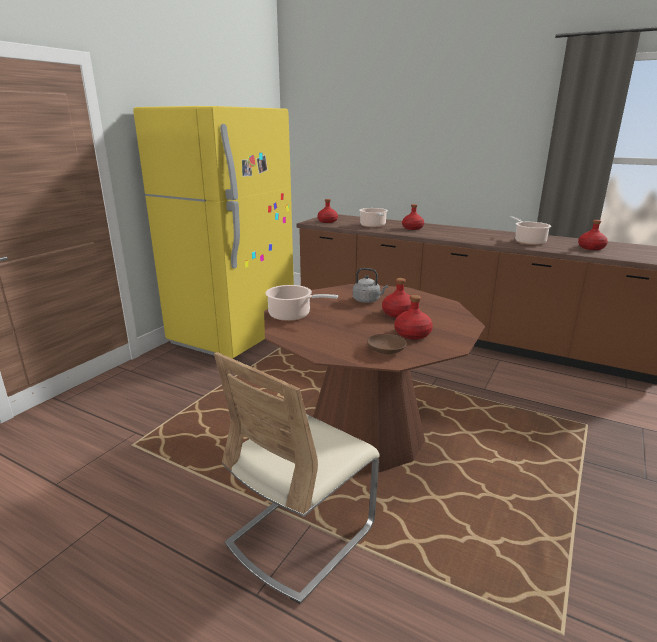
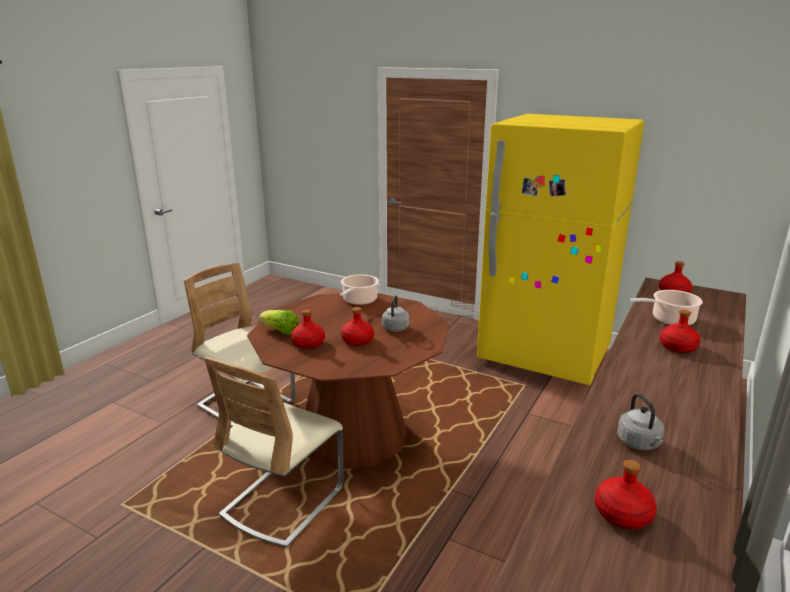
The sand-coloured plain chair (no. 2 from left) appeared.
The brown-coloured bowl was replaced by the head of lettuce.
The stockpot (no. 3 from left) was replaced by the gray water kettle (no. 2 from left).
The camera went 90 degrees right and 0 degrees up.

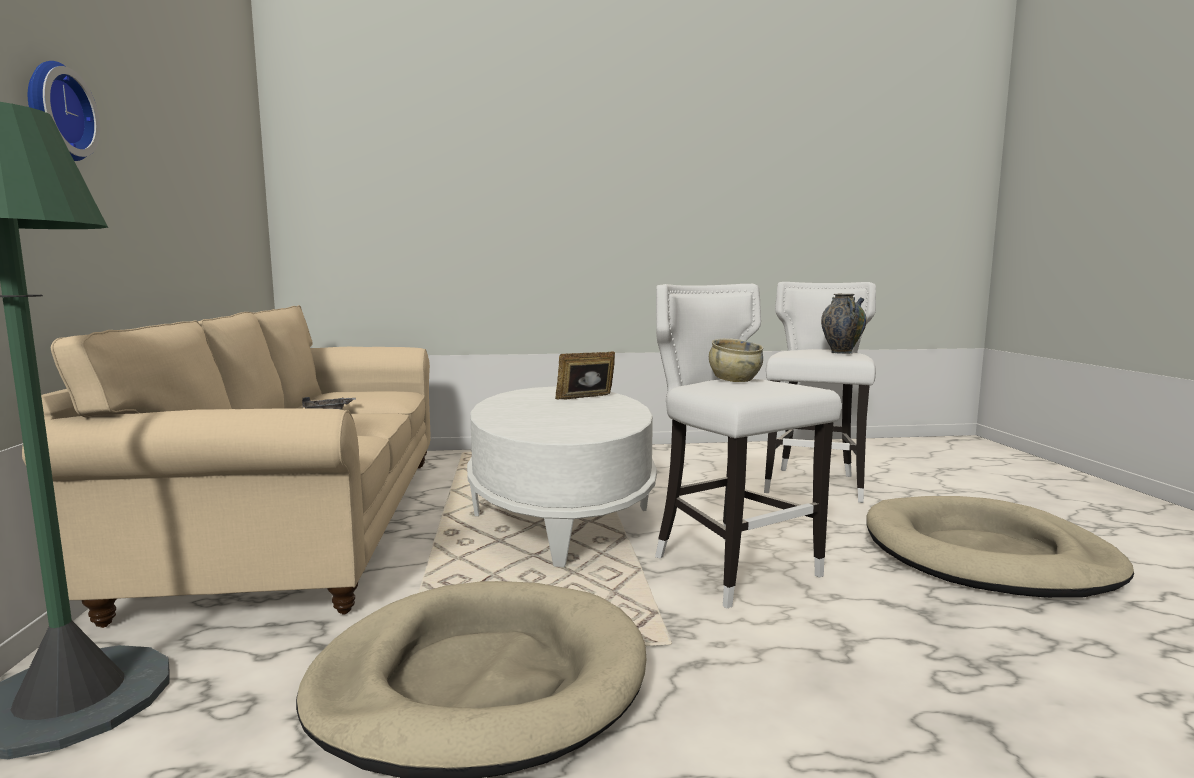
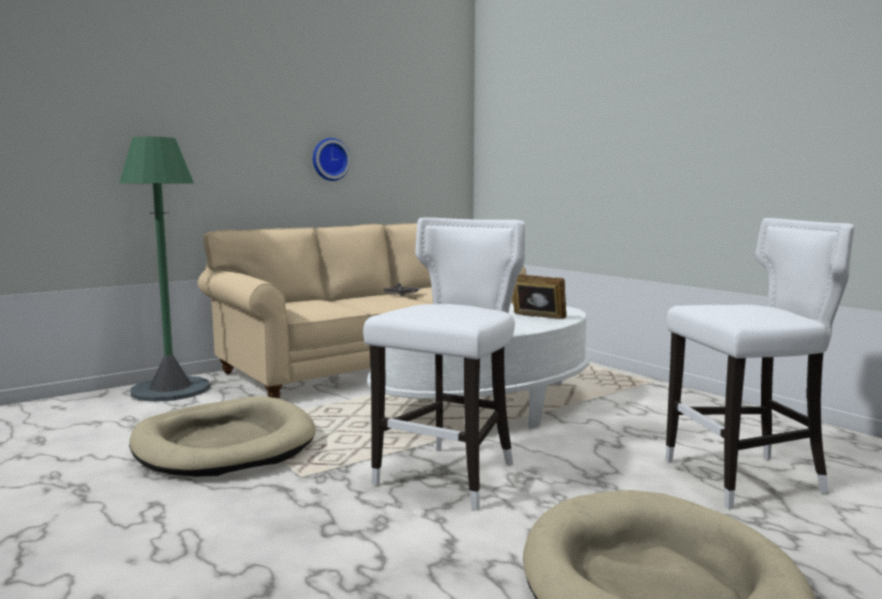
The sand-coloured bowl disappeared.
The decorative vase disappeared.
The wall clock moved.
The camera went 60 degrees right and 0 degrees up.

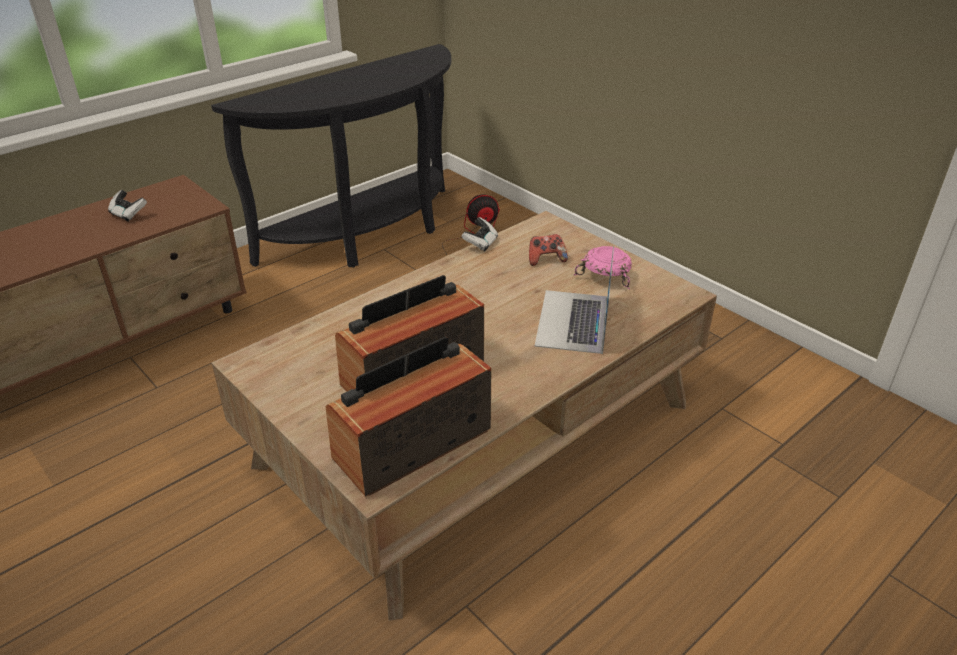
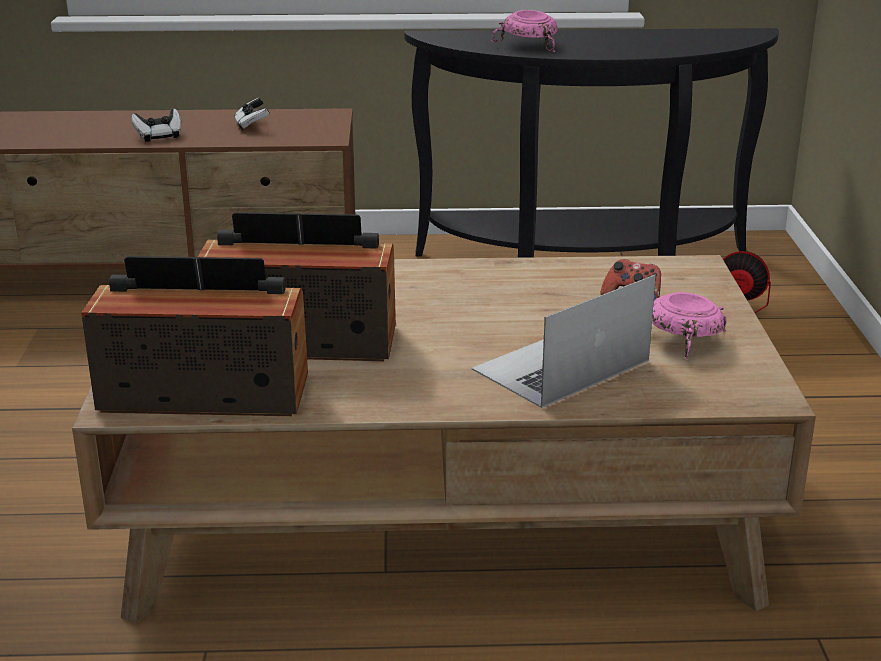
The pinkish bowl (no. 1 from left) appeared.
The game controller (no. 2 from left in the first image) moved.
The camera went 40 degrees right and 10 degrees down.

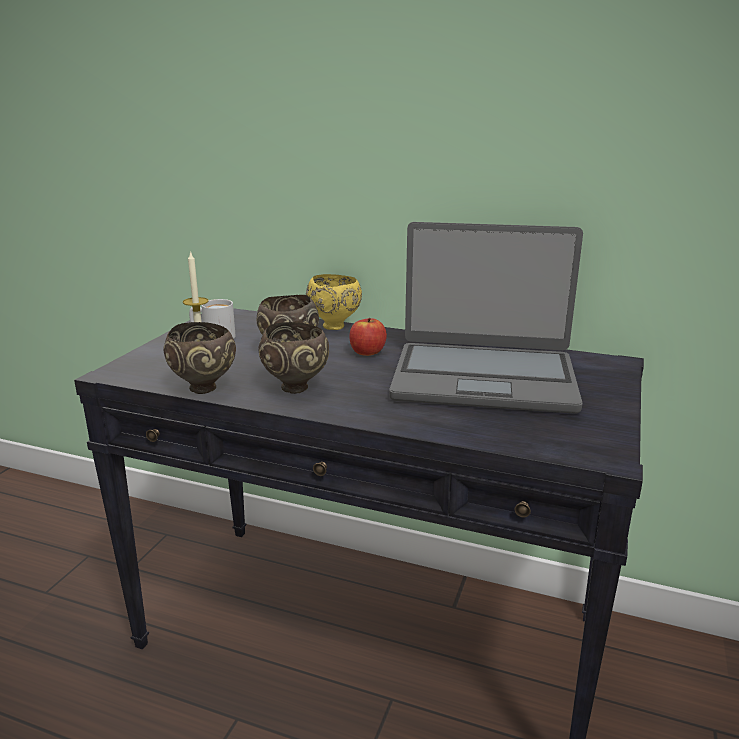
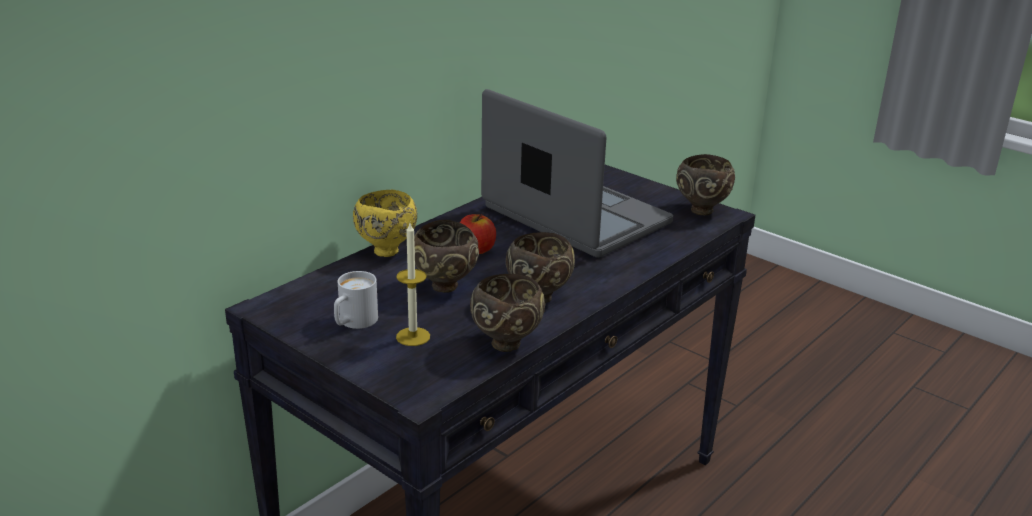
The brown-coloured bowl (no. 4 from left) appeared.
The notebook computer turned 75 degrees counterclockwise.
The camera went 70 degrees left and 5 degrees up.

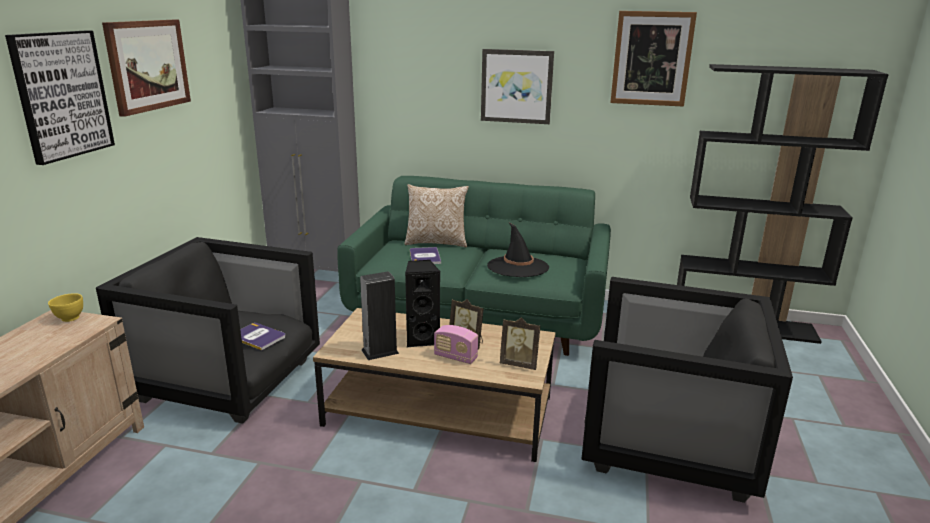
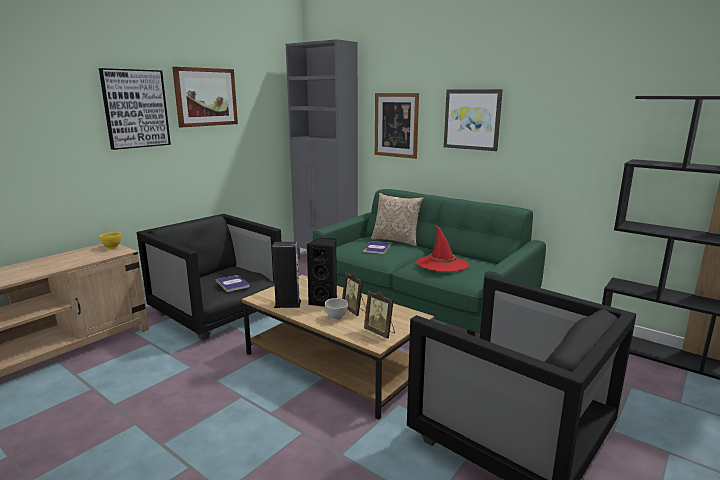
The wall art (no. 4 from left in the first image) moved.
The radio receiver was replaced by the white bowl.
The black-coloured wearable hat became the red-coloured wearable hat.
The camera went 25 degrees right and 5 degrees down.

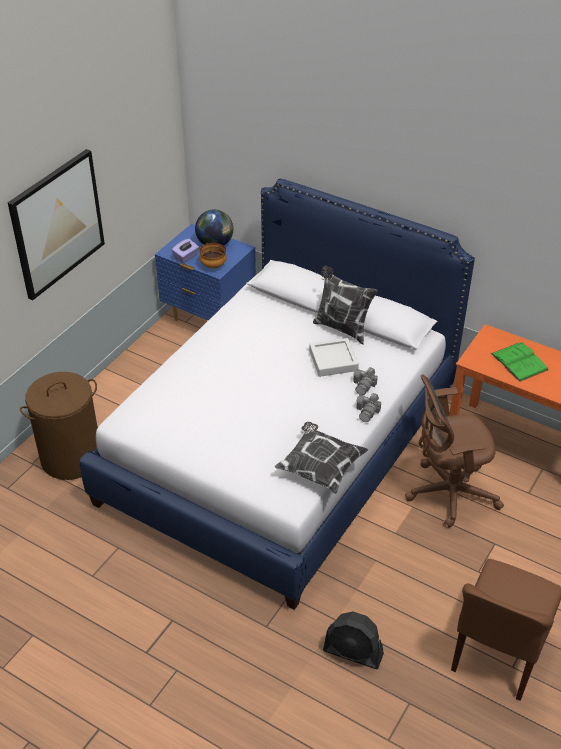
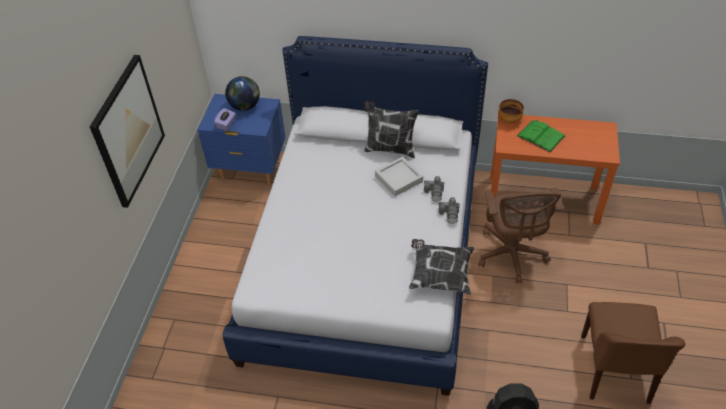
The brown-coloured laundry basket disappeared.
The bowl moved.
The brown-coloured computer chair turned 60 degrees counterclockwise.
The camera went 20 degrees left and 5 degrees up.

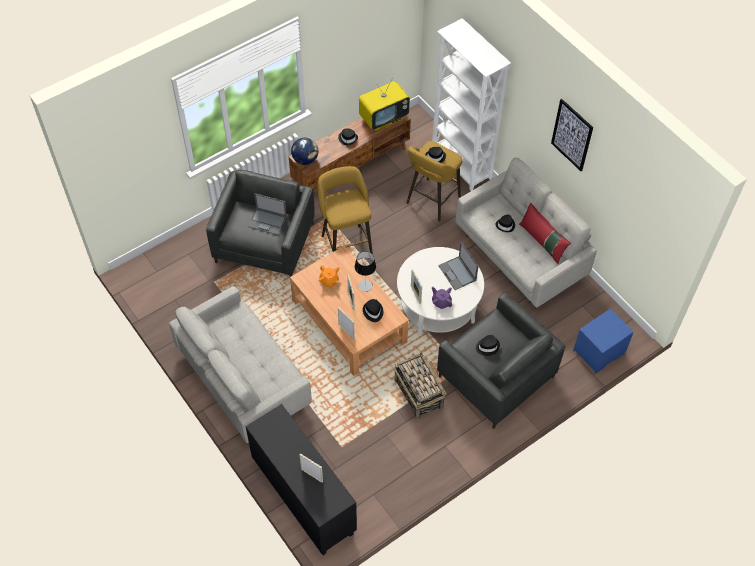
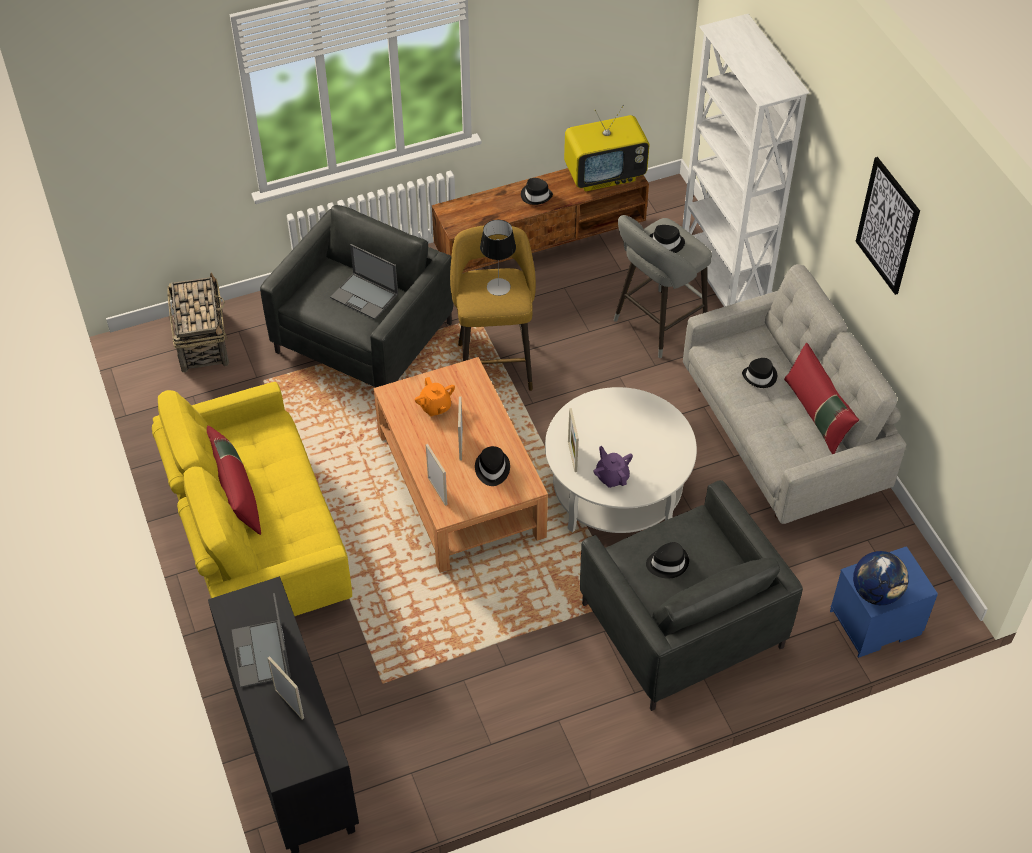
The red-coloured pillow (no. 1 from left) appeared.
The globe moved.
The table lamp moved.
The storage basket moved.
The notebook computer (no. 2 from left in the first image) moved.
The gray sofa (no. 1 from left) became the yellow sofa.
The yellow sitting stool (no. 2 from left) became the gray sitting stool.
The camera went 15 degrees right and 5 degrees down.

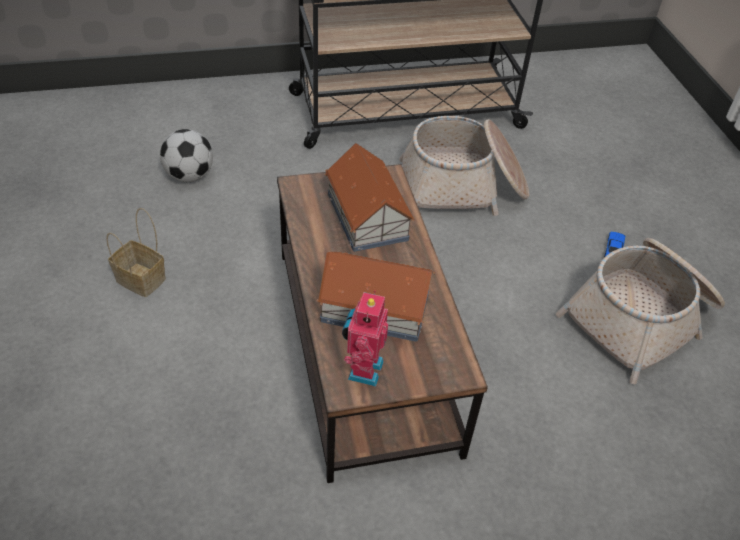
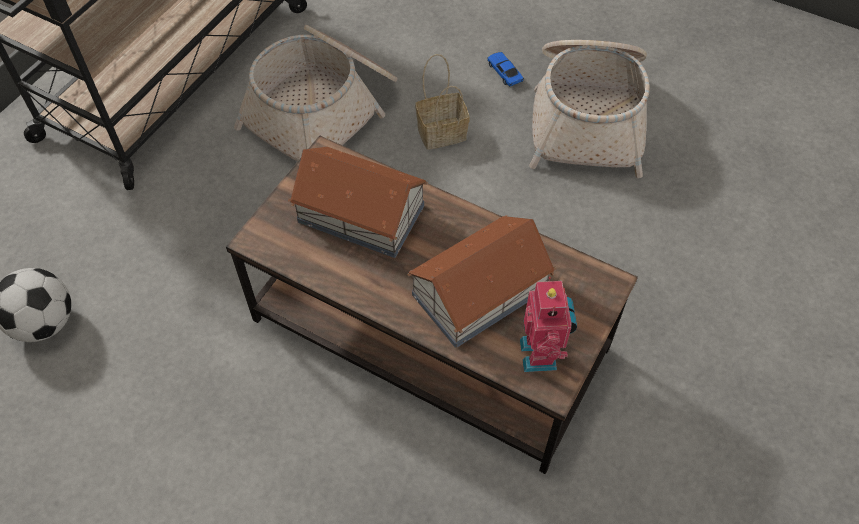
The storage basket (no. 1 from left in the first image) moved.
The toy robot turned 150 degrees counterclockwise.
The camera went 45 degrees left and 10 degrees up.

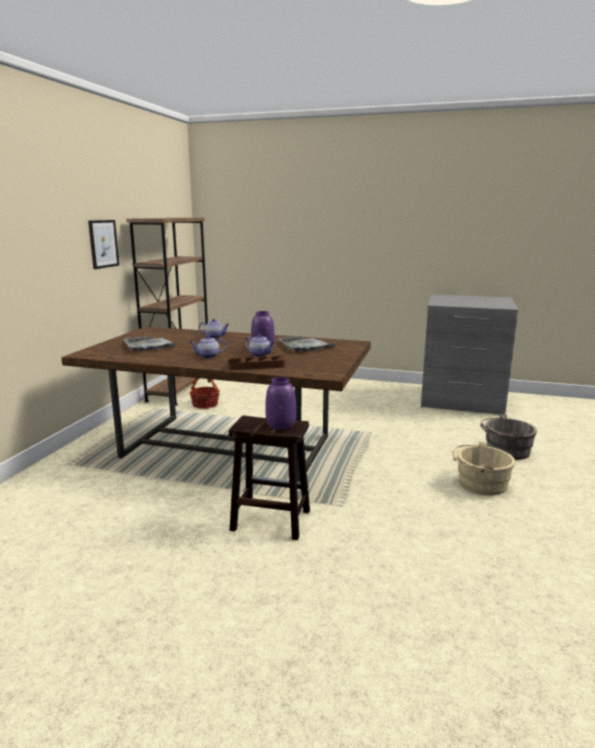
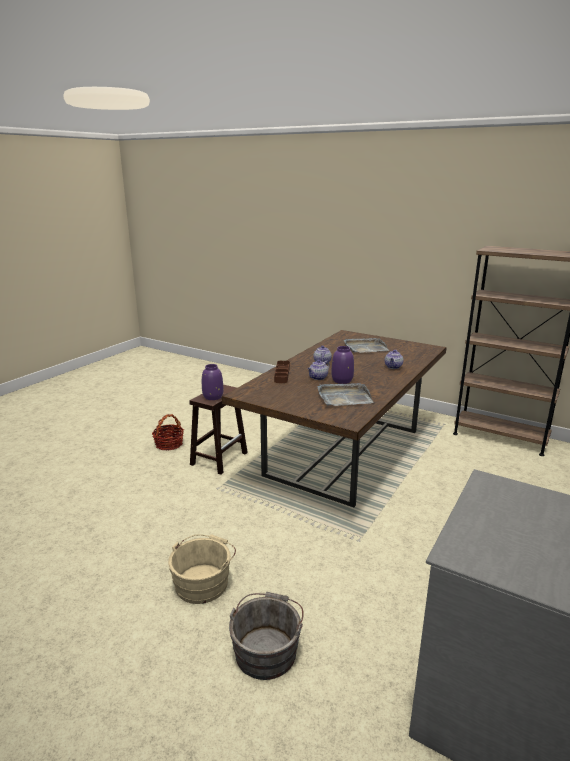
The wall art disappeared.
The storage basket moved.
The camera went 105 degrees right and 5 degrees up.

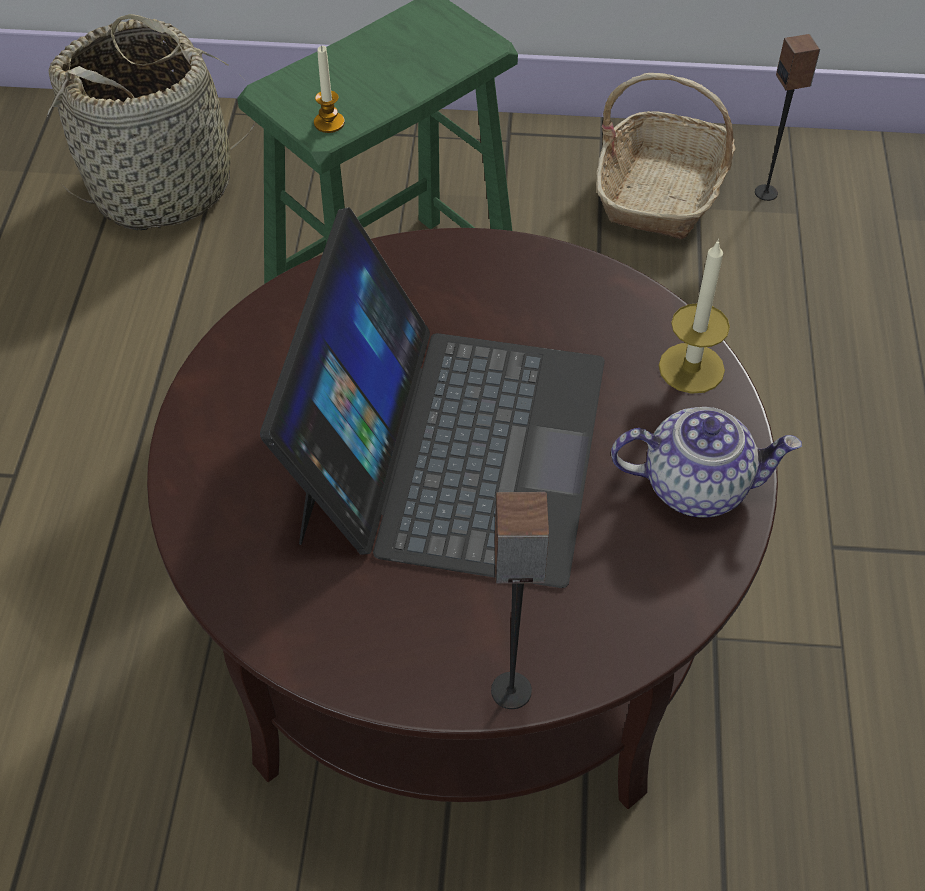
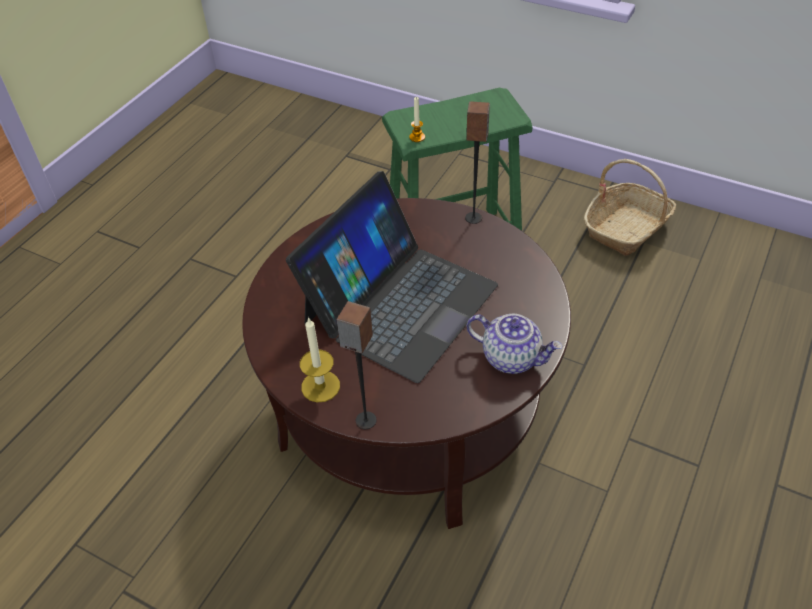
The storage basket (no. 1 from left) disappeared.
The wax candle (no. 2 from left in the first image) moved.
The speaker (no. 2 from left) moved.
The camera went 25 degrees right and 5 degrees down.

